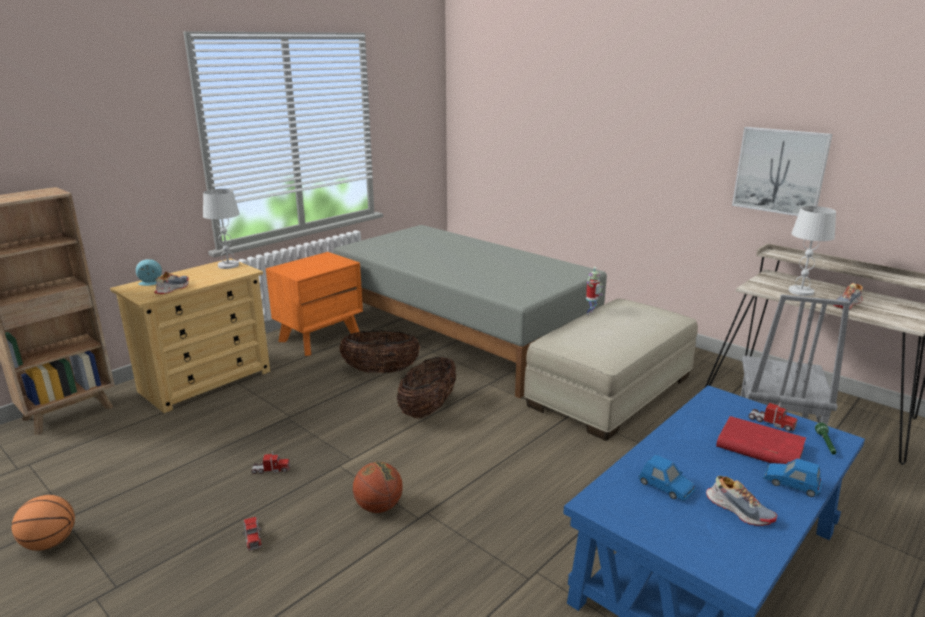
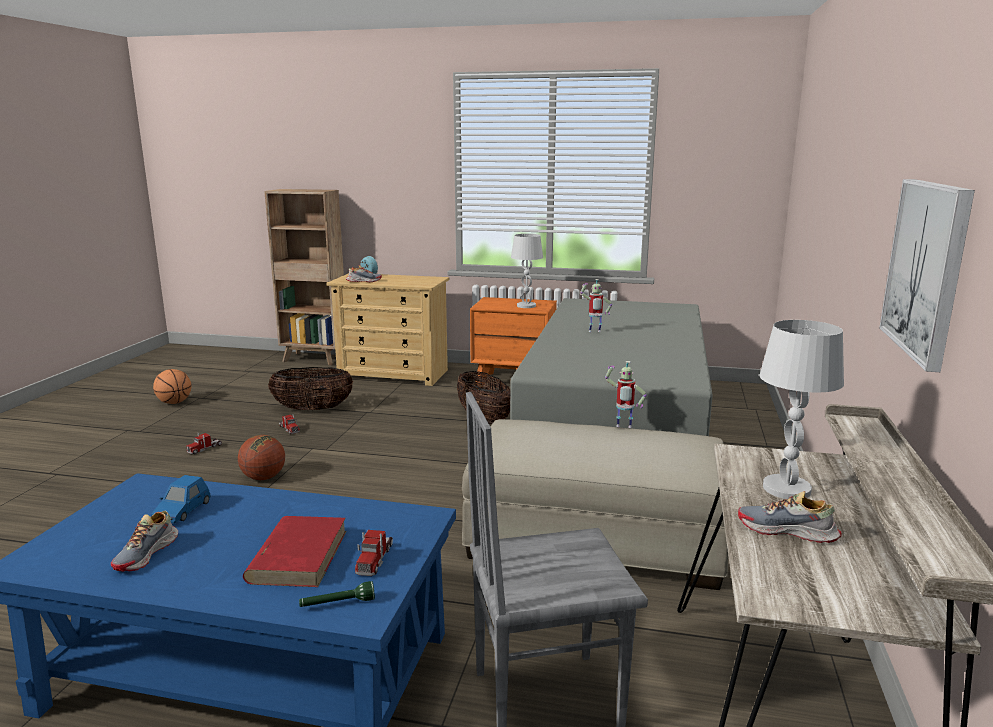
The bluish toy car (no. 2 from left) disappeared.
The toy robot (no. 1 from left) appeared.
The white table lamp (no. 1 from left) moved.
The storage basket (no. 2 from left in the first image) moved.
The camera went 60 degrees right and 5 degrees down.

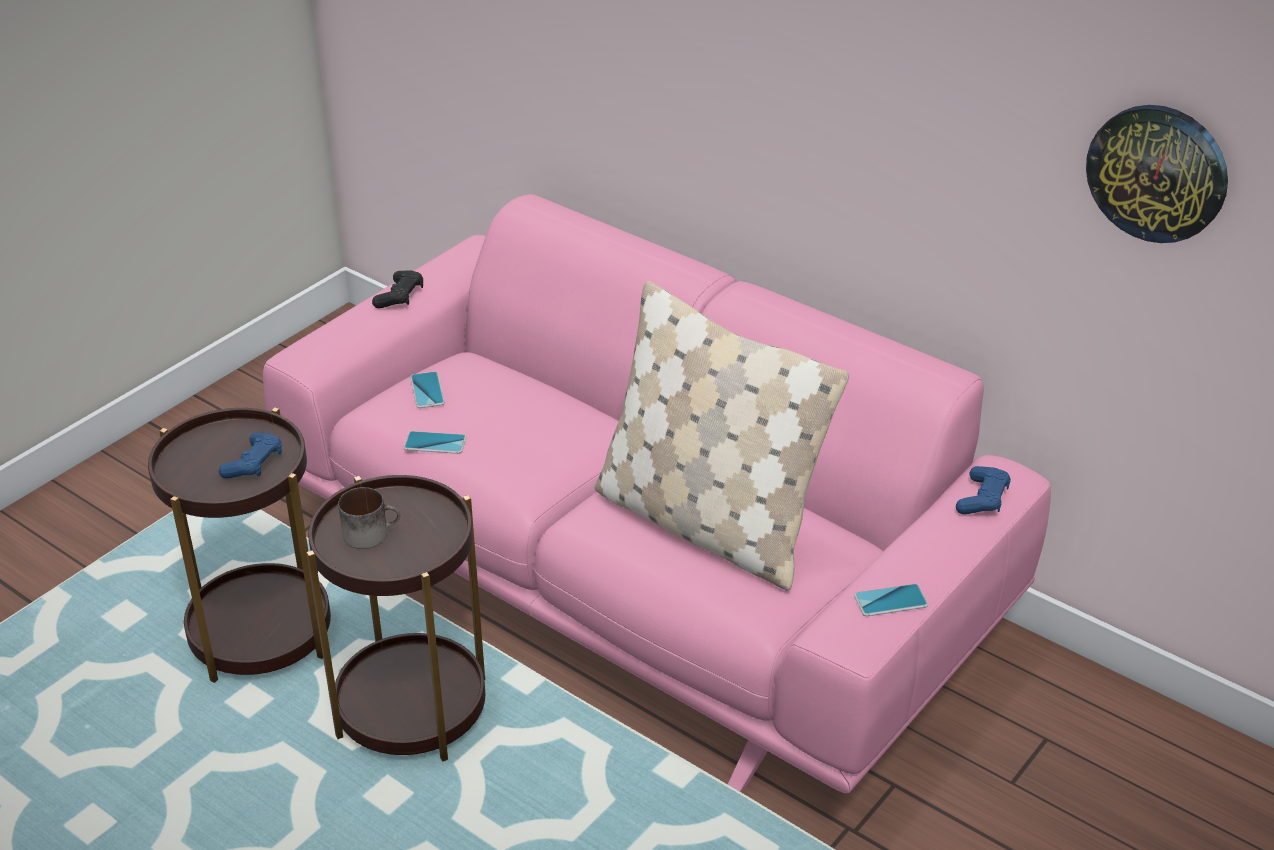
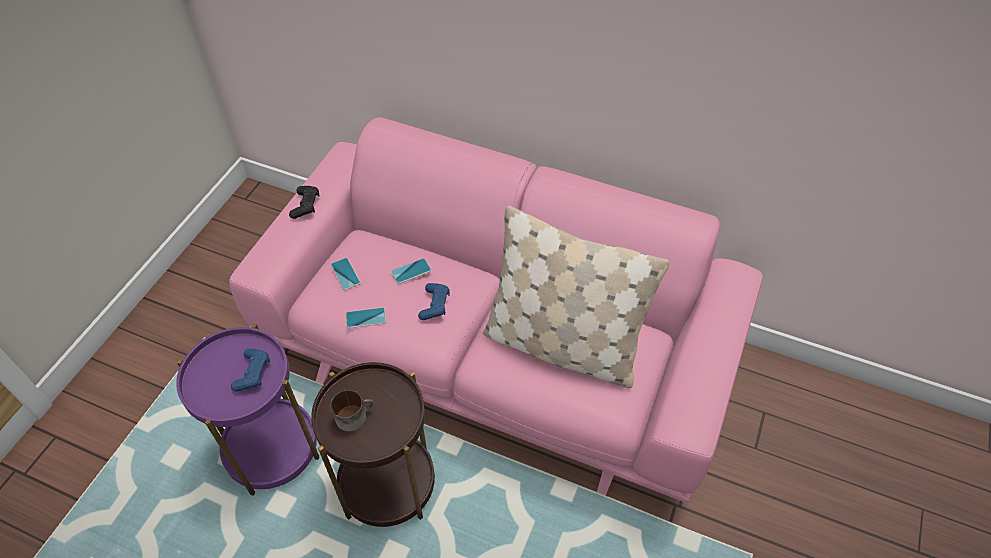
The wall clock disappeared.
The handset (no. 3 from left) moved.
The bluish game controller (no. 2 from left) moved.
The brown-coloured side table (no. 1 from left) became the purplish side table.
The camera went 15 degrees left and 15 degrees up.

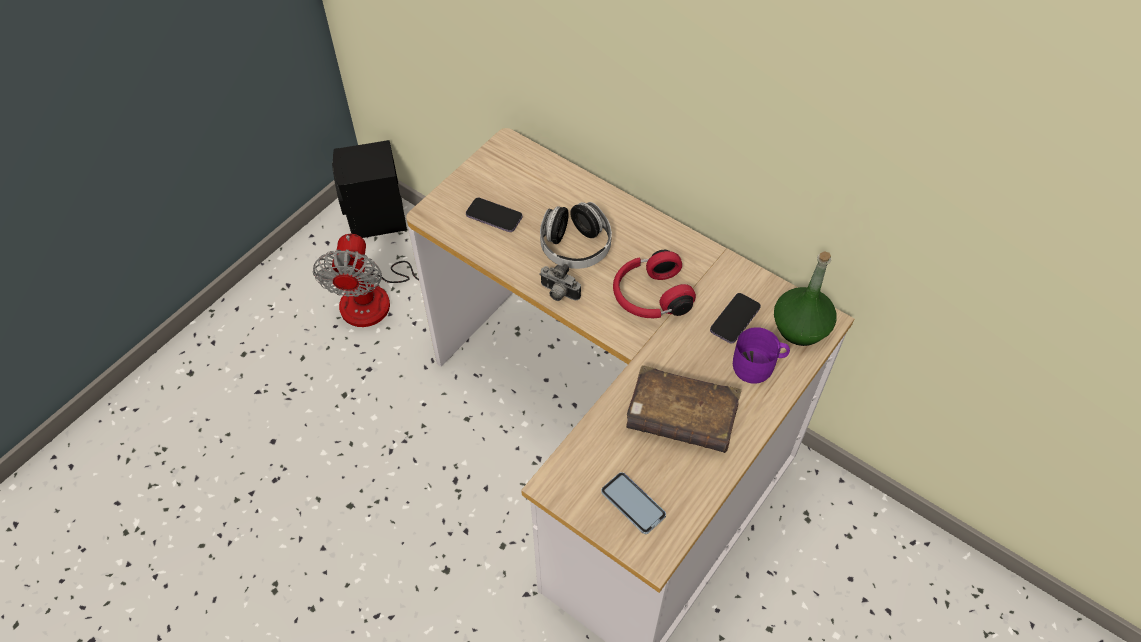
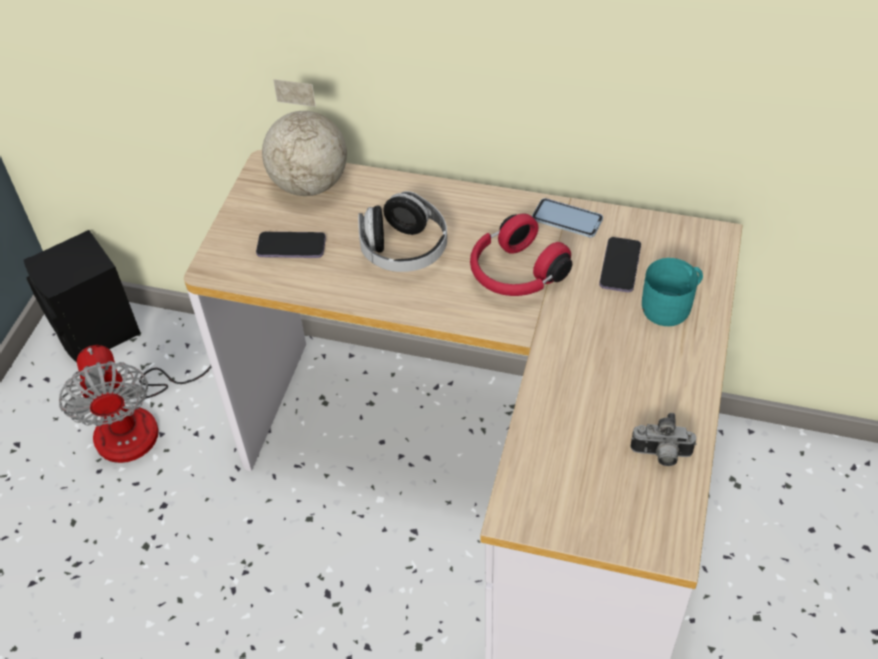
The brown-coloured bound book disappeared.
The green-coloured drink bottle disappeared.
The globe appeared.
The still camera moved.
The handset (no. 2 from left) moved.
The purplish coffee mug became the turquoise-coloured coffee mug.
The camera went 20 degrees left and 5 degrees down.

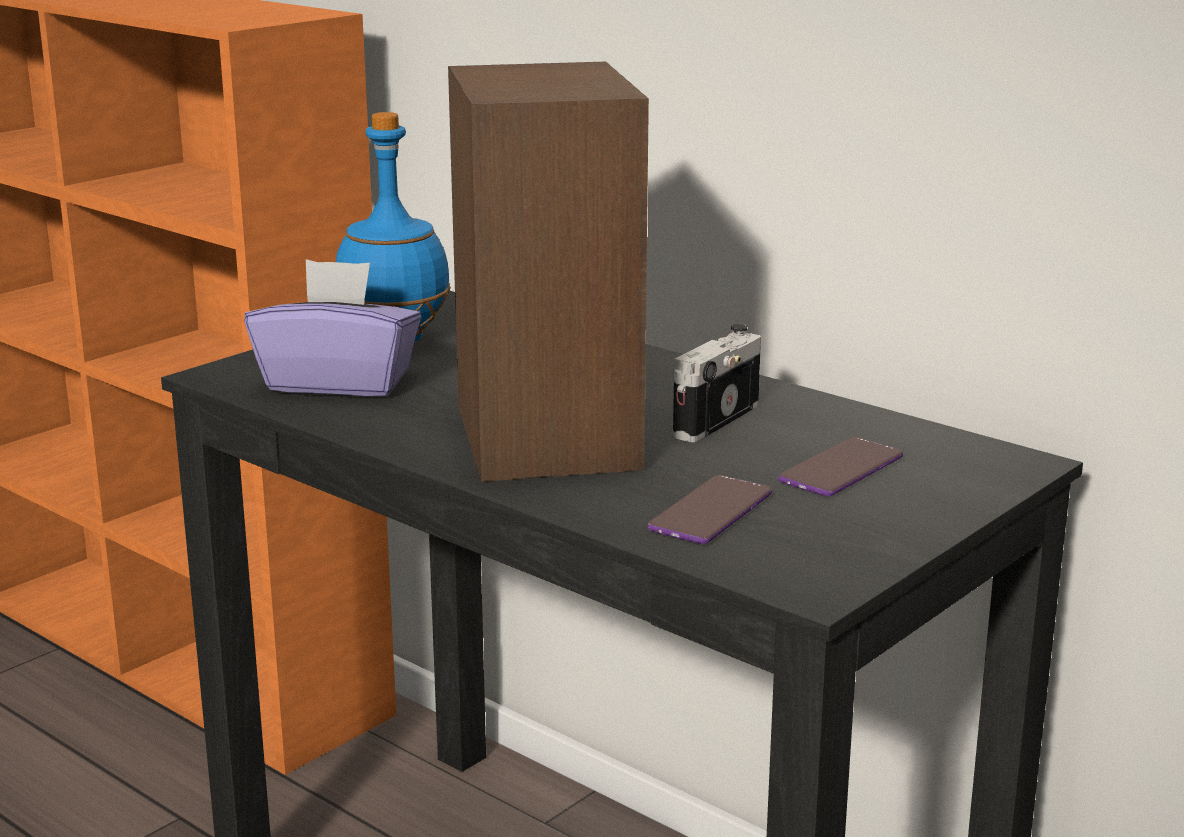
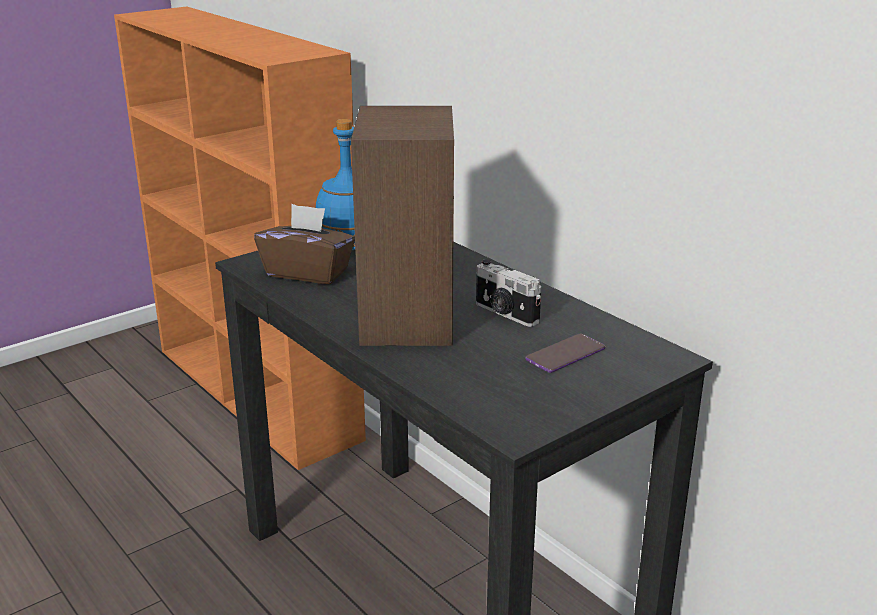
The handset (no. 1 from left) disappeared.
The purplish tissue holder became the brown-coloured tissue holder.
The still camera turned 90 degrees counterclockwise.
The camera went 10 degrees right and 5 degrees up.

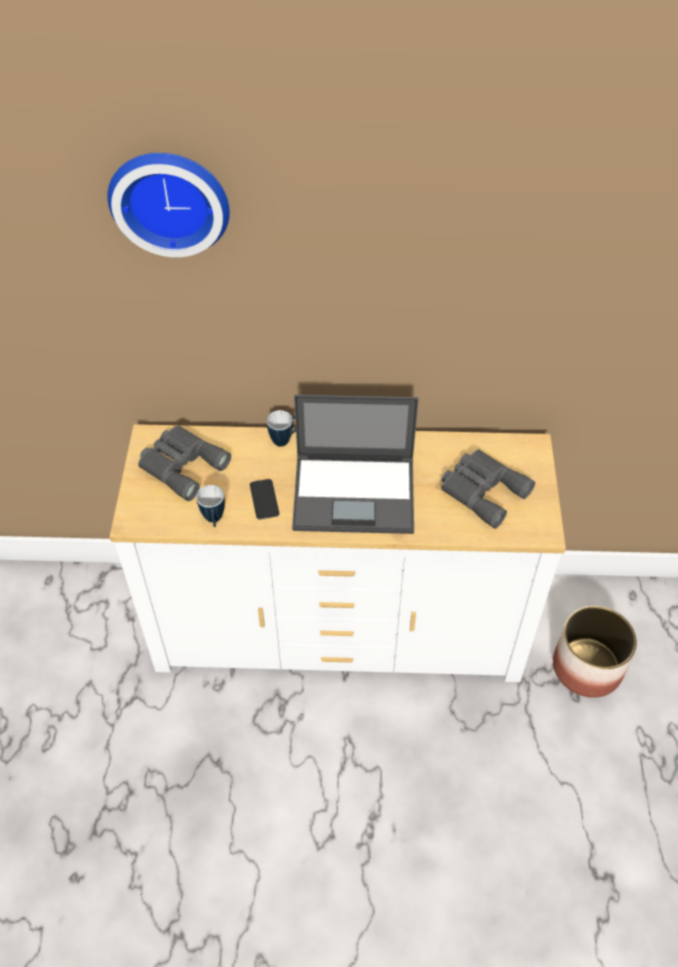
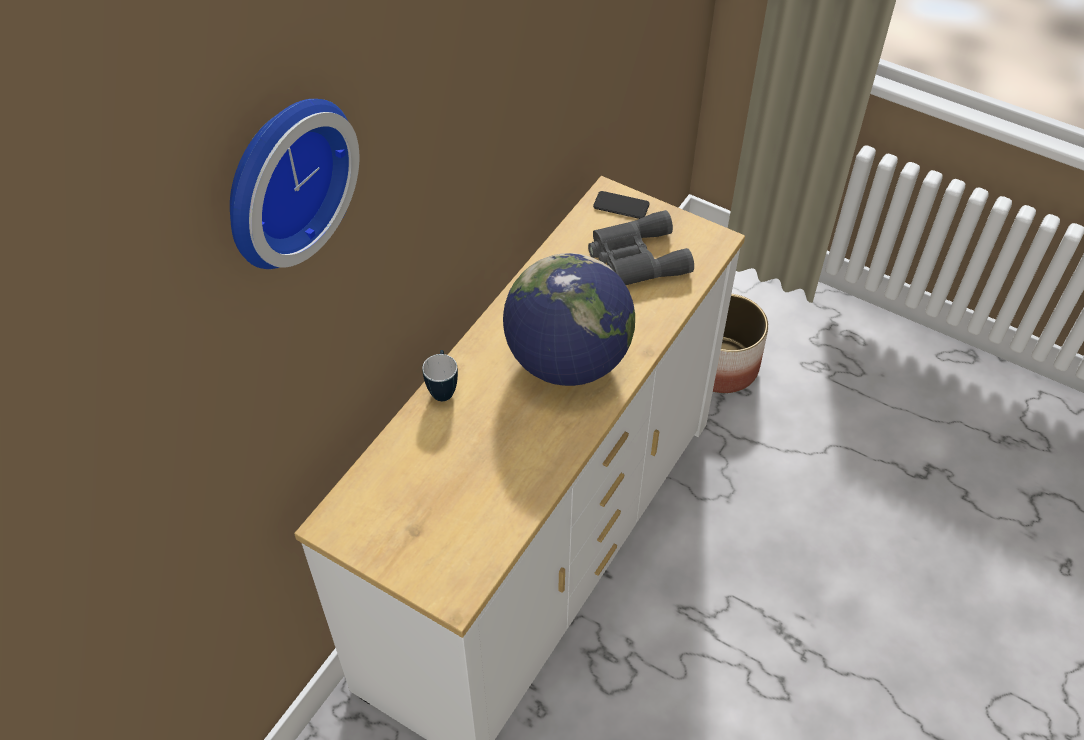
The gray field glasses (no. 1 from left) disappeared.
The coffee mug (no. 1 from left) disappeared.
The handset moved.
The notebook computer was replaced by the globe.
The camera went 60 degrees left and 0 degrees up.

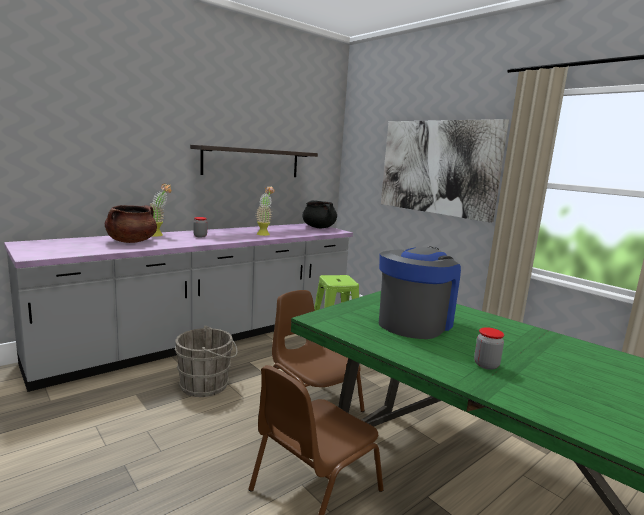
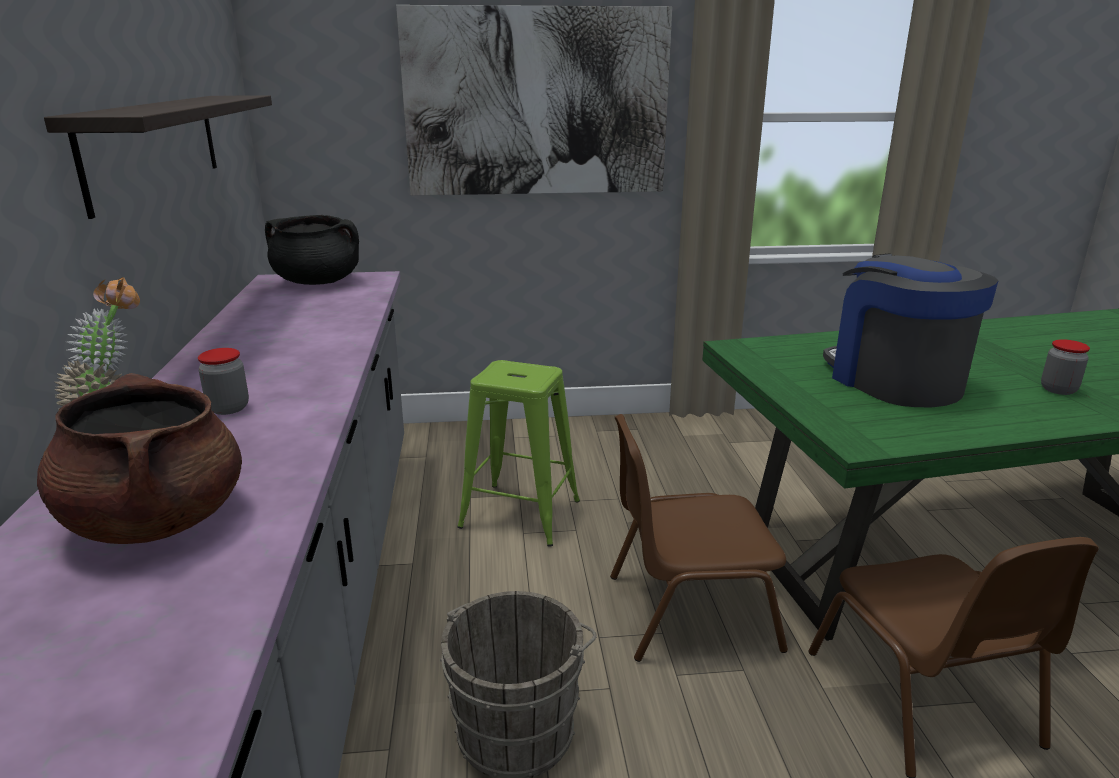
The plant in a pot (no. 2 from left) disappeared.
The camera went 55 degrees left and 10 degrees up.

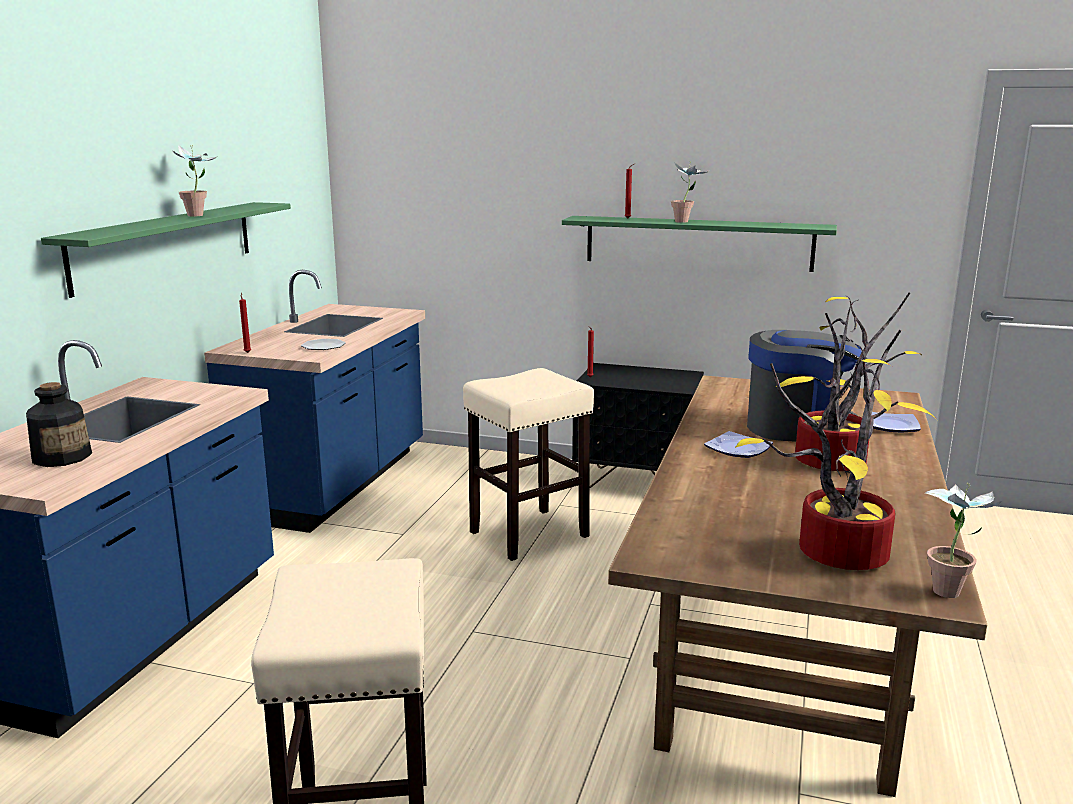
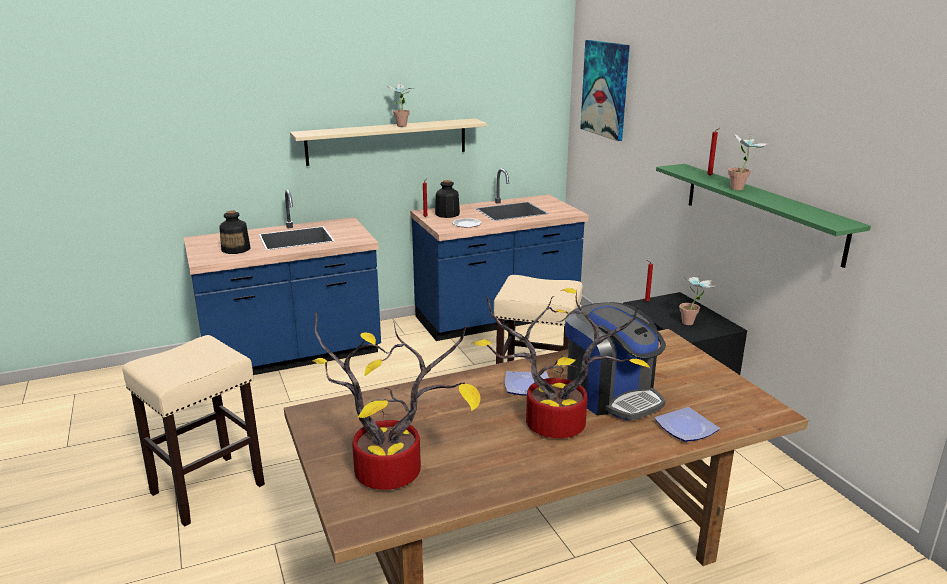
The drink bottle (no. 2 from left) appeared.
The wall art appeared.
The plant in a pot (no. 5 from left in the first image) moved.
The green-coloured wall shelf (no. 1 from left) became the sand-coloured wall shelf.
The camera went 50 degrees right and 5 degrees up.

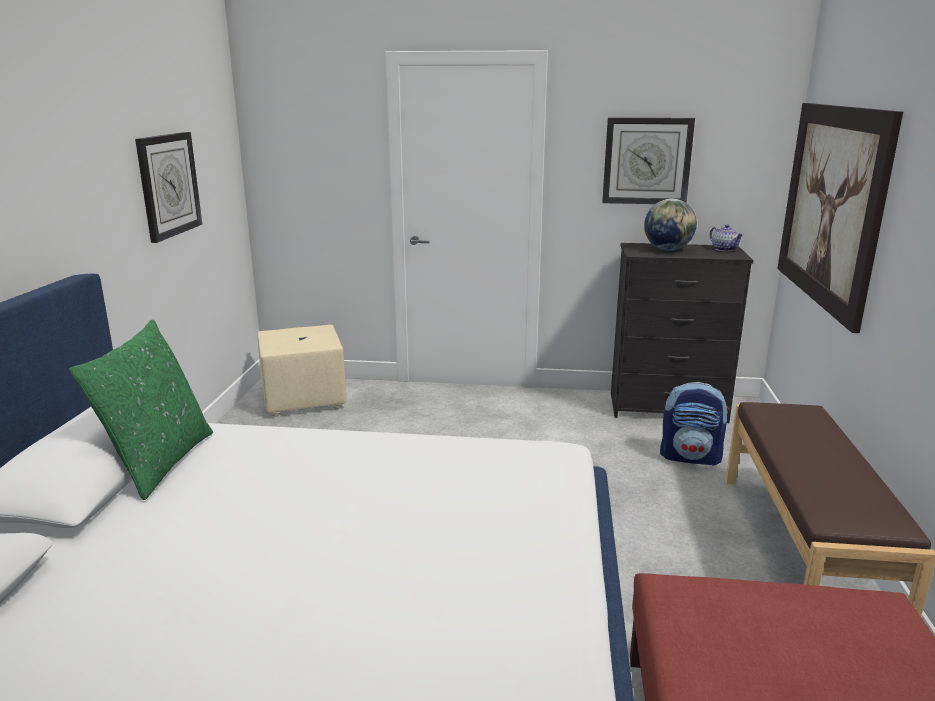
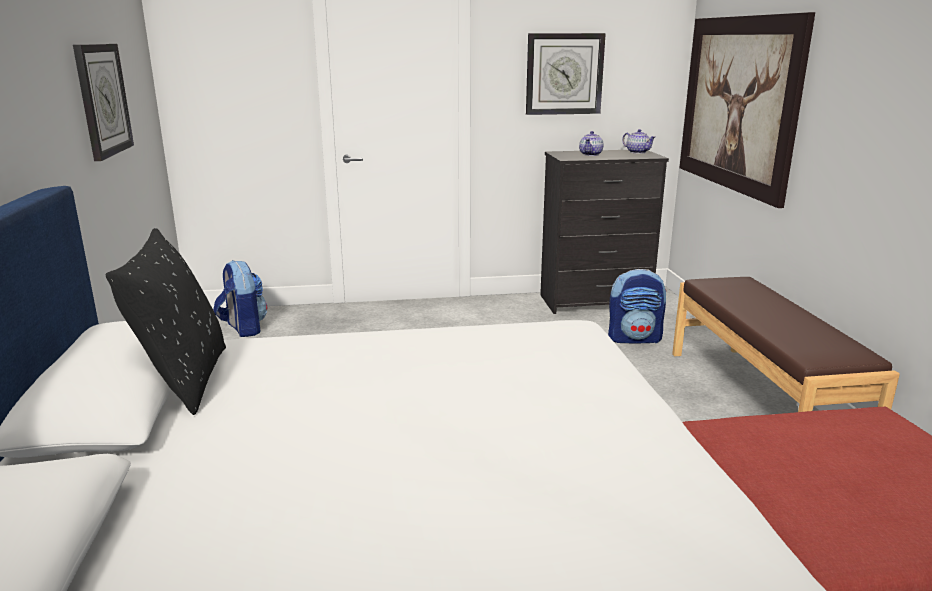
The sand-coloured pouffe was replaced by the backpack (no. 1 from left).
The globe was replaced by the pot for tea (no. 1 from left).
The green-coloured pillow became the black-coloured pillow.
The camera went 15 degrees left and 0 degrees up.

